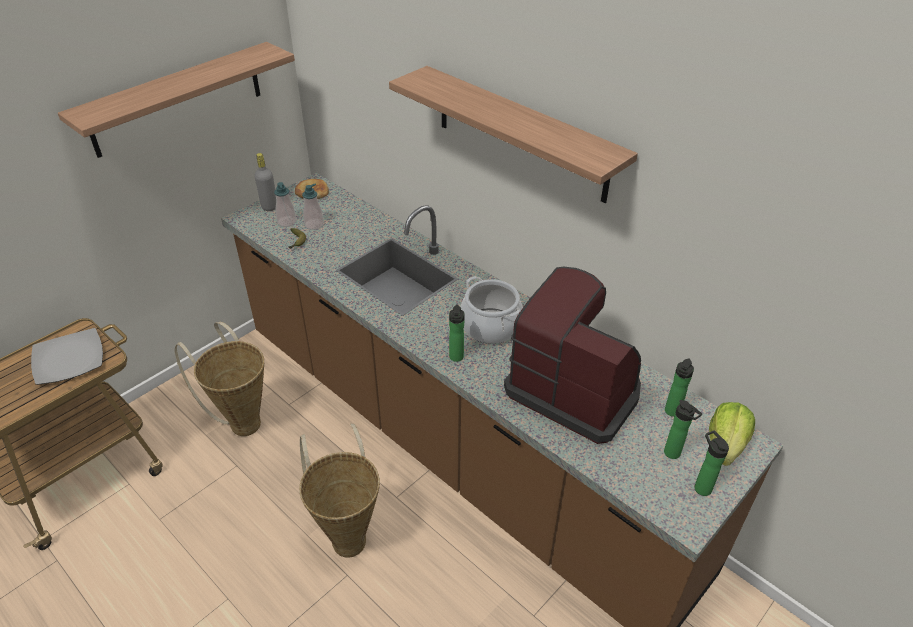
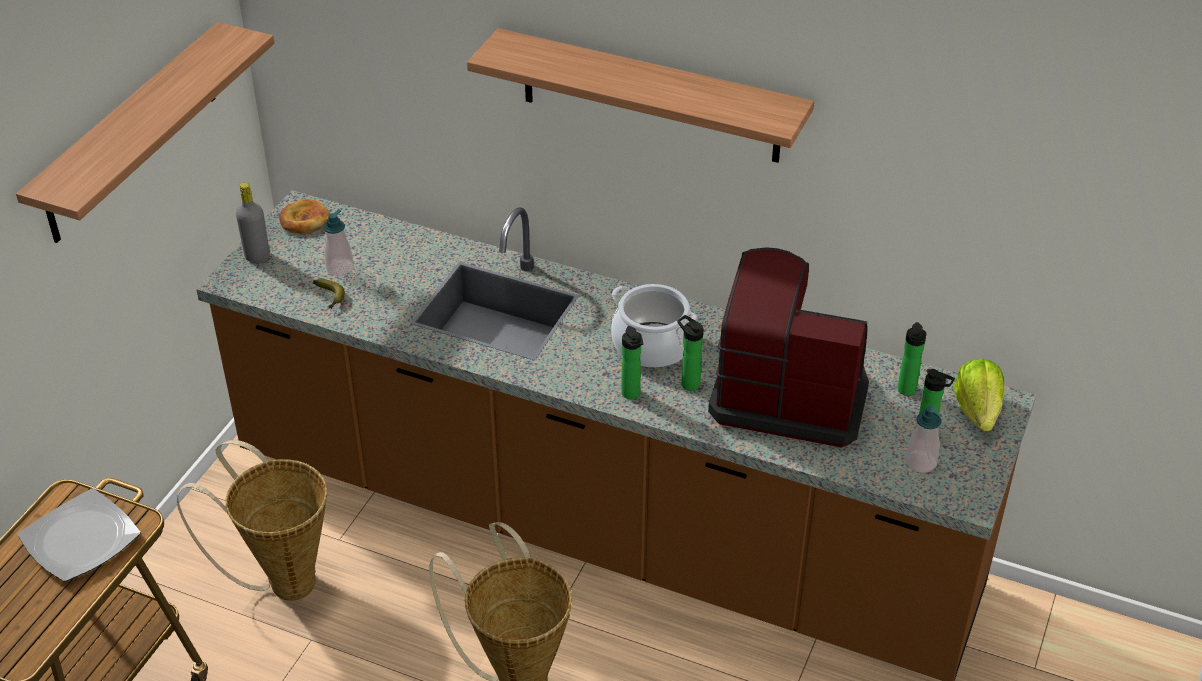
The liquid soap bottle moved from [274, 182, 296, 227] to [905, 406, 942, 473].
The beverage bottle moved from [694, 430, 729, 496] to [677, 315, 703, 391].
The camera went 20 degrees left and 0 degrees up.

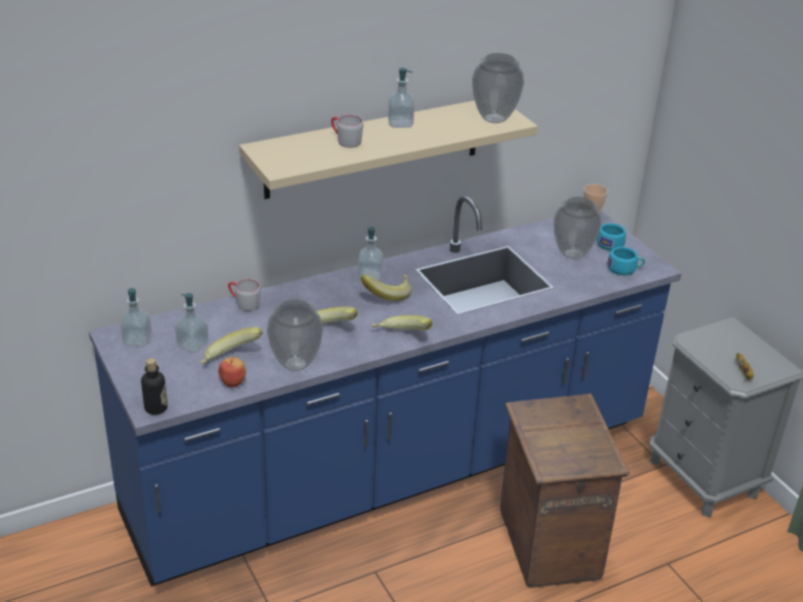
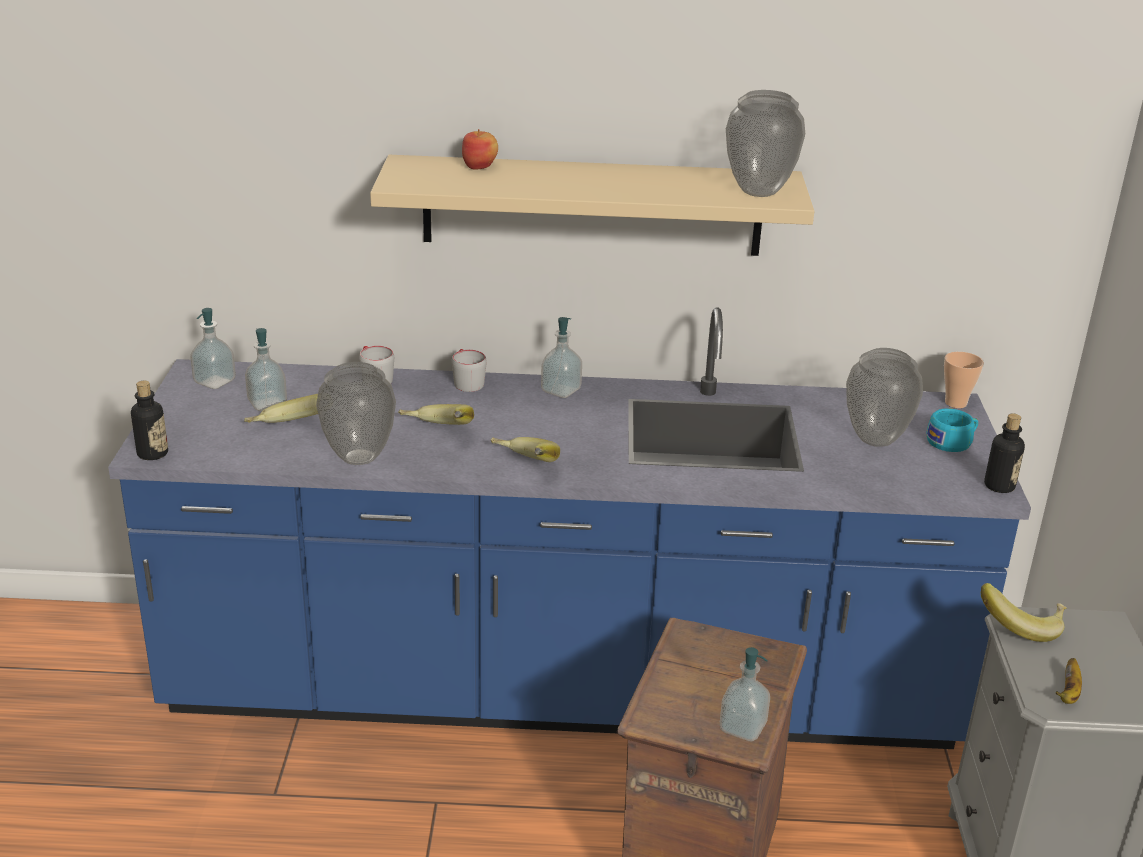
The liquid soap bottle moved from [388, 68, 414, 128] to [720, 647, 770, 742].
The coffee mug/greyish moved from [331, 115, 363, 148] to [452, 349, 487, 392].
The drinking cup/turquoise at [608, 247, 645, 275] disappeared.
The banana fruit moved from [361, 274, 412, 301] to [981, 583, 1067, 642].
The apple fruit moved from [218, 357, 246, 388] to [462, 129, 498, 170].
The beverage bottle at [984, 414, 1025, 493] appeared.
The camera went 30 degrees right and 5 degrees down.

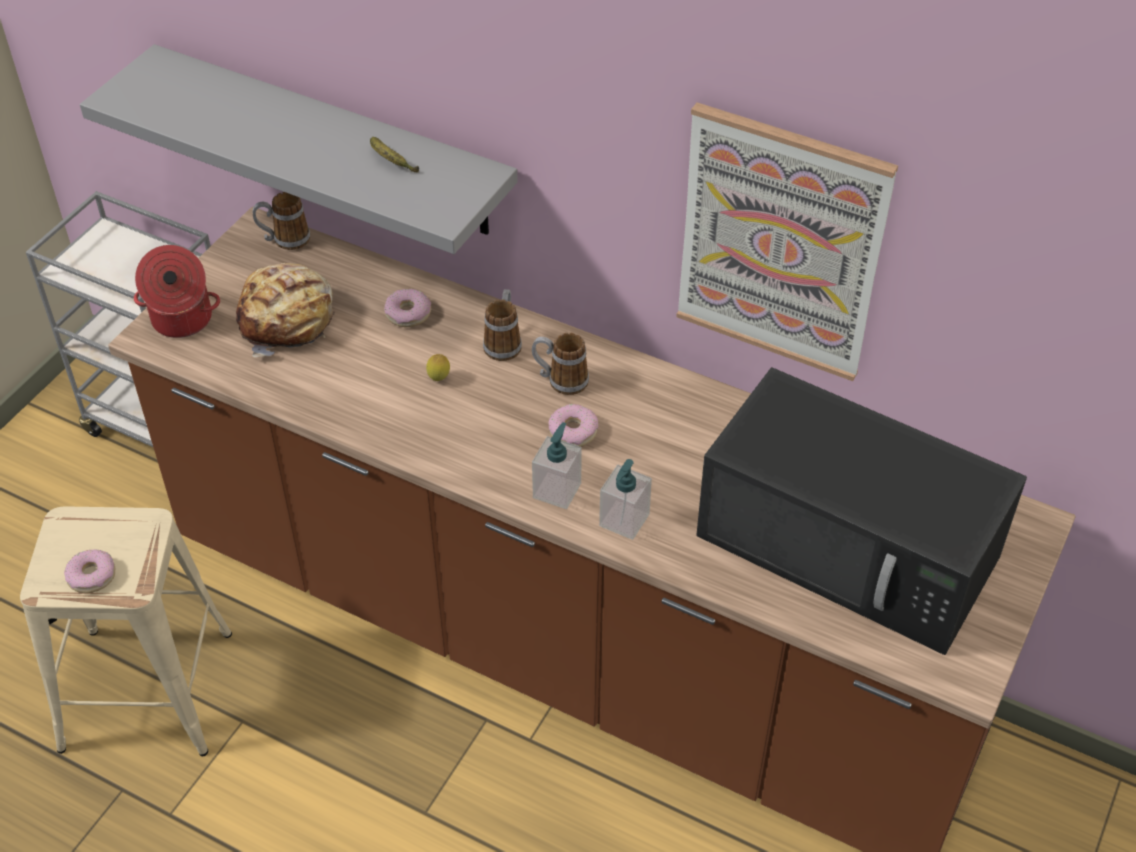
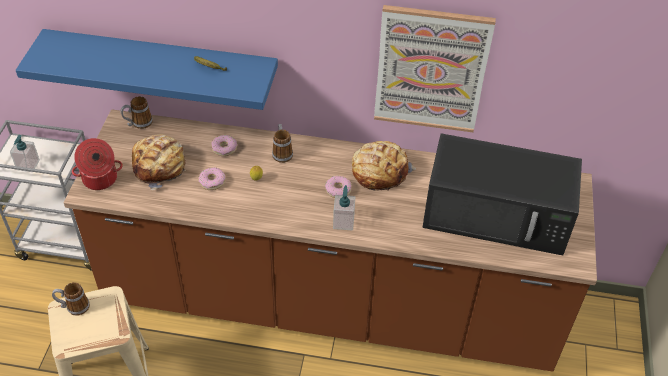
The shelf/greyish at [80, 44, 518, 254] became the shelf/blue at [16, 29, 278, 110].
The coffee mug moved from [532, 333, 589, 395] to [52, 282, 90, 316].
The liquid soap bottle moved from [599, 459, 652, 540] to [10, 135, 40, 172].
The donut moved from [64, 549, 115, 593] to [198, 167, 226, 190].
The bakery bread at [352, 141, 416, 191] appeared.
The camera went 20 degrees left and 0 degrees up.

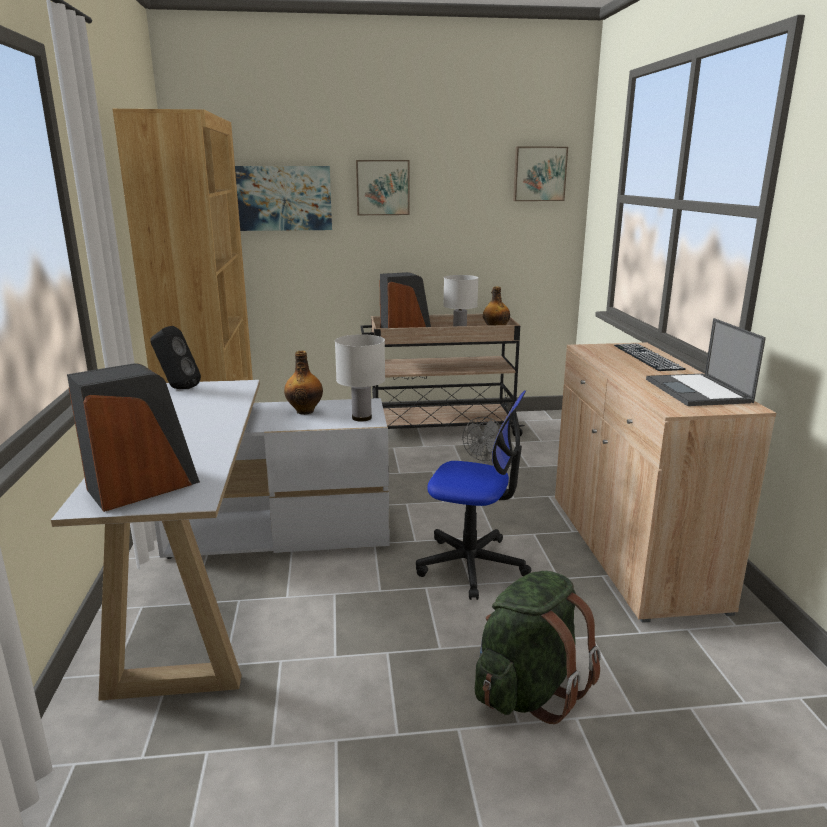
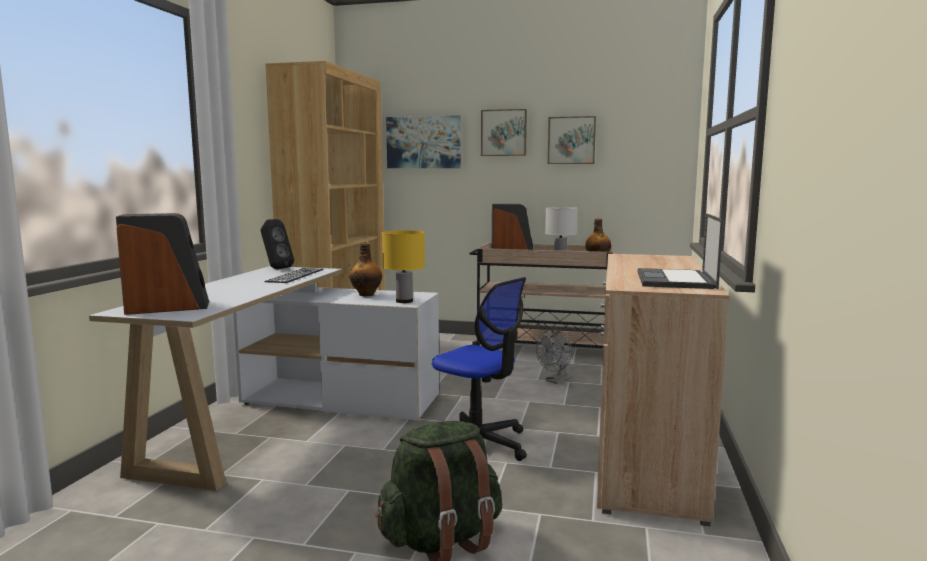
The wall art moved from [513, 146, 568, 201] to [548, 116, 596, 164].
The lamp for a table/whitish at [335, 334, 385, 421] became the lamp for a table/yellow-coloured at [382, 230, 425, 303].
The computer keyboard moved from [614, 343, 686, 371] to [264, 268, 324, 283].
The camera went 20 degrees right and 10 degrees down.

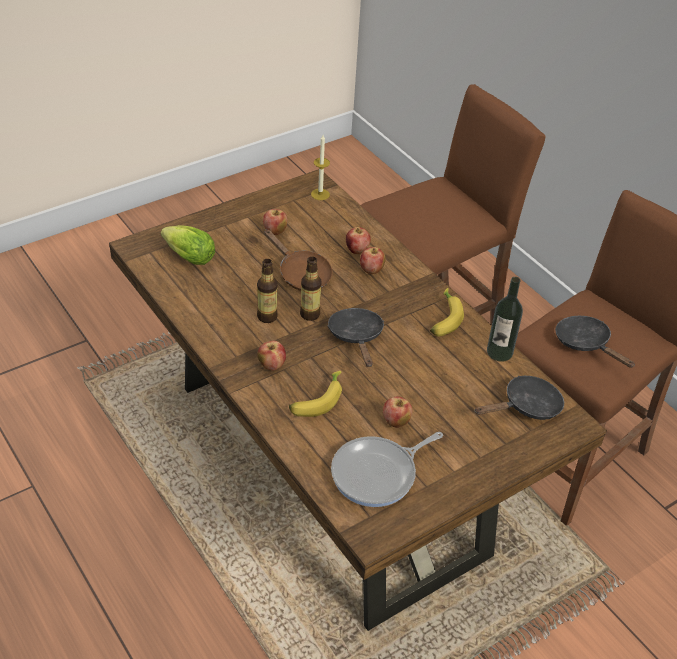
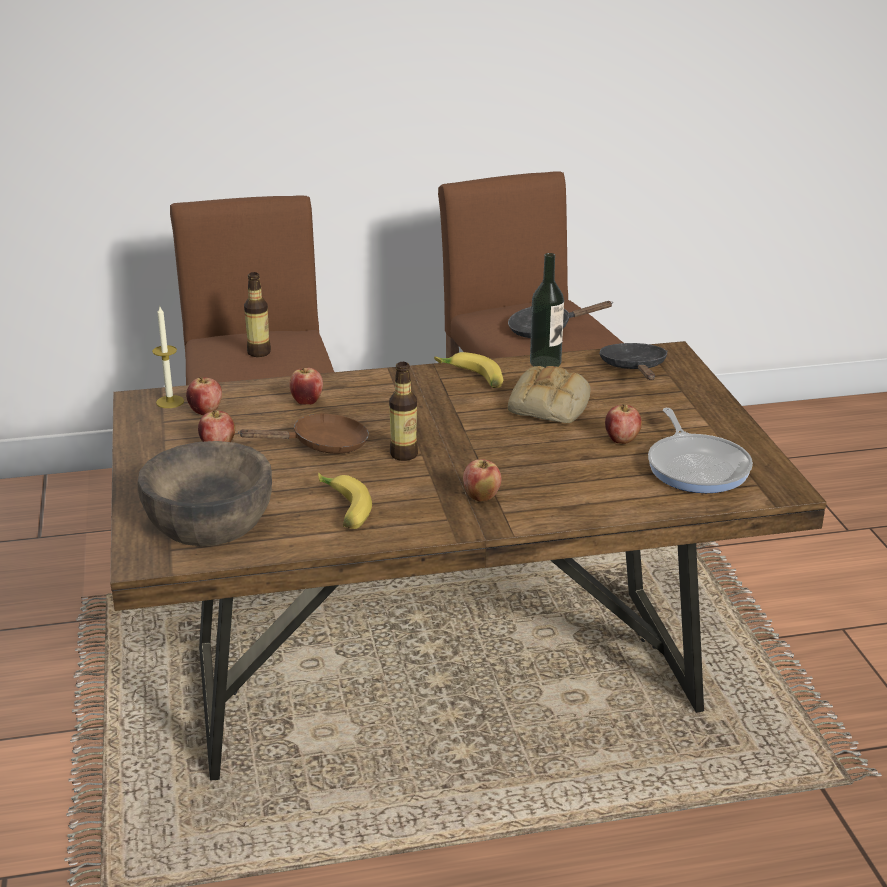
The lettuce at [161, 225, 215, 265] was replaced by the serving bowl/brownish at [138, 441, 272, 546].
The apple fruit moved from [360, 247, 386, 274] to [186, 377, 222, 415].
The beverage bottle moved from [257, 259, 278, 323] to [244, 272, 271, 357].
The skillet/black at [328, 308, 384, 367] disappeared.
The banana fruit moved from [289, 371, 342, 417] to [318, 473, 372, 529].
The bakery bread at [508, 366, 591, 423] appeared.
The camera went 65 degrees left and 15 degrees down.

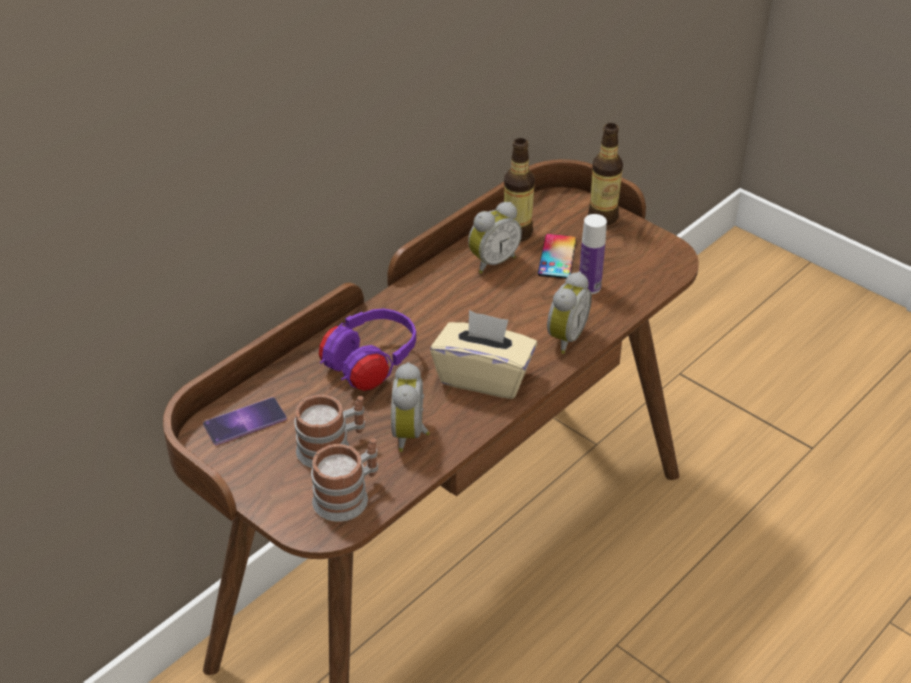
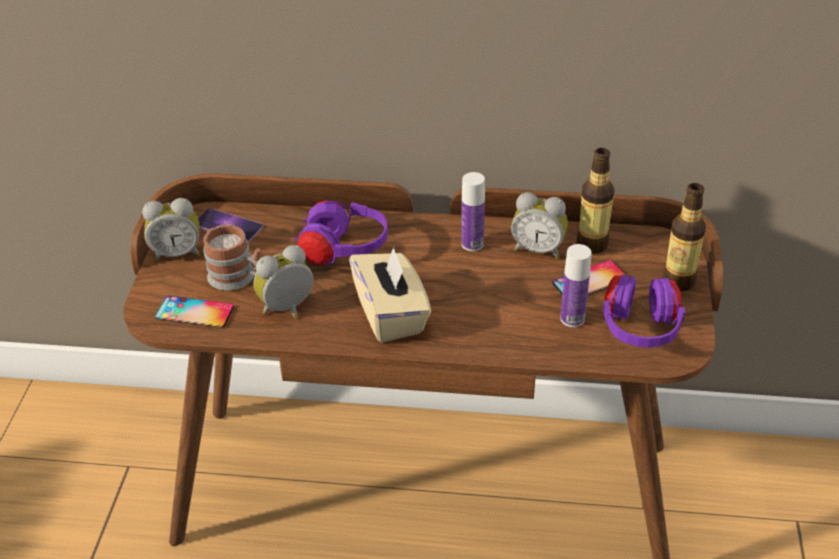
The alarm clock moved from [547, 272, 592, 354] to [142, 198, 201, 261].
The coffee mug at [311, 438, 378, 522] was replaced by the phone at [155, 296, 234, 328].
The beverage bottle at [461, 172, 485, 251] appeared.
The headphones/purple-coloured at [603, 274, 685, 348] appeared.
The camera went 55 degrees right and 0 degrees up.

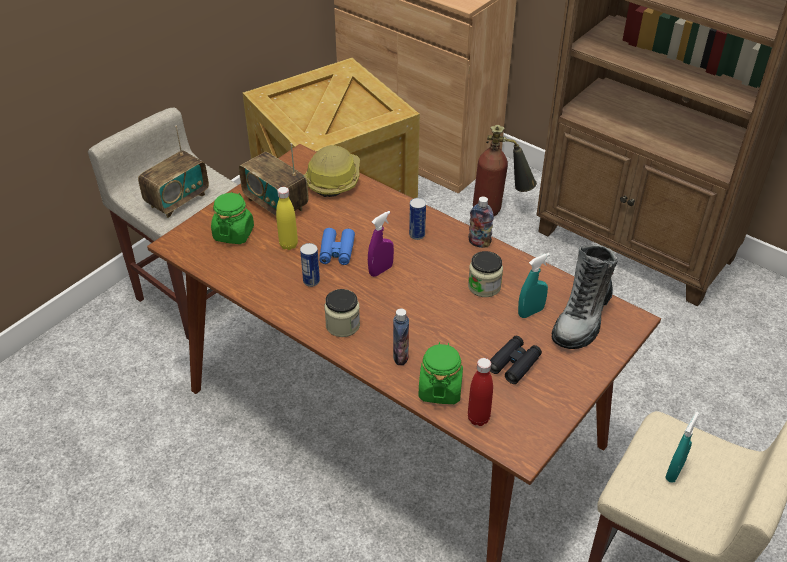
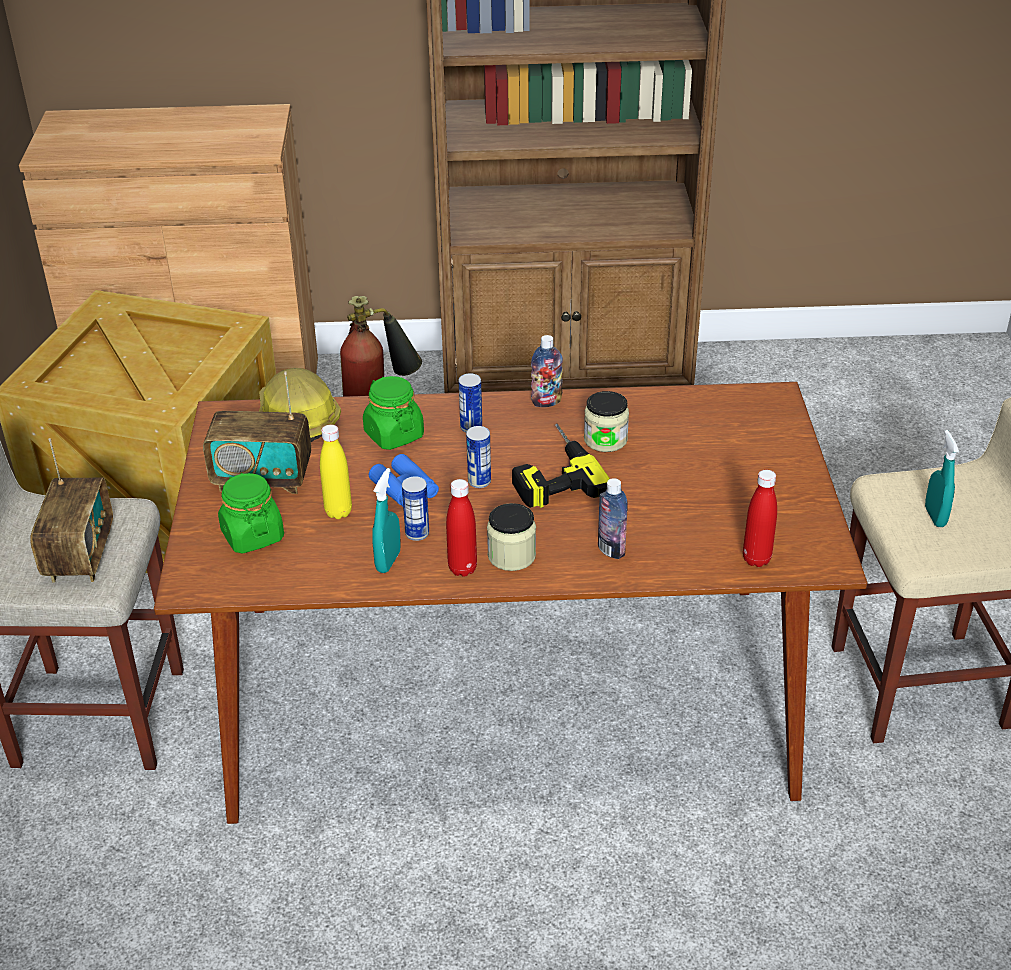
The spray bottle/purple-coloured at [368, 211, 394, 277] was replaced by the can at [466, 426, 491, 488].
The tall boot at [551, 244, 617, 349] disappeared.
The spray bottle/turquoise moved from [518, 253, 550, 318] to [372, 468, 401, 573].
The pair of binoculars/black at [490, 336, 542, 384] disappeared.
The storage jar/greenish moved from [419, 342, 463, 404] to [363, 376, 424, 450].
The electric drill at [512, 423, 610, 508] appeared.
The beverage bottle/red-coloured at [446, 479, 477, 577] appeared.
The camera went 40 degrees left and 5 degrees down.

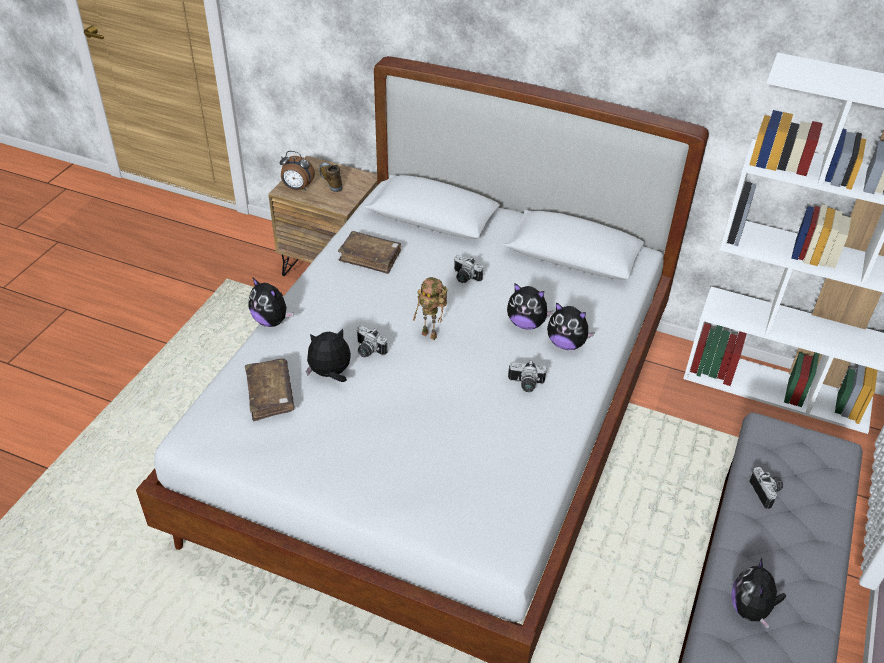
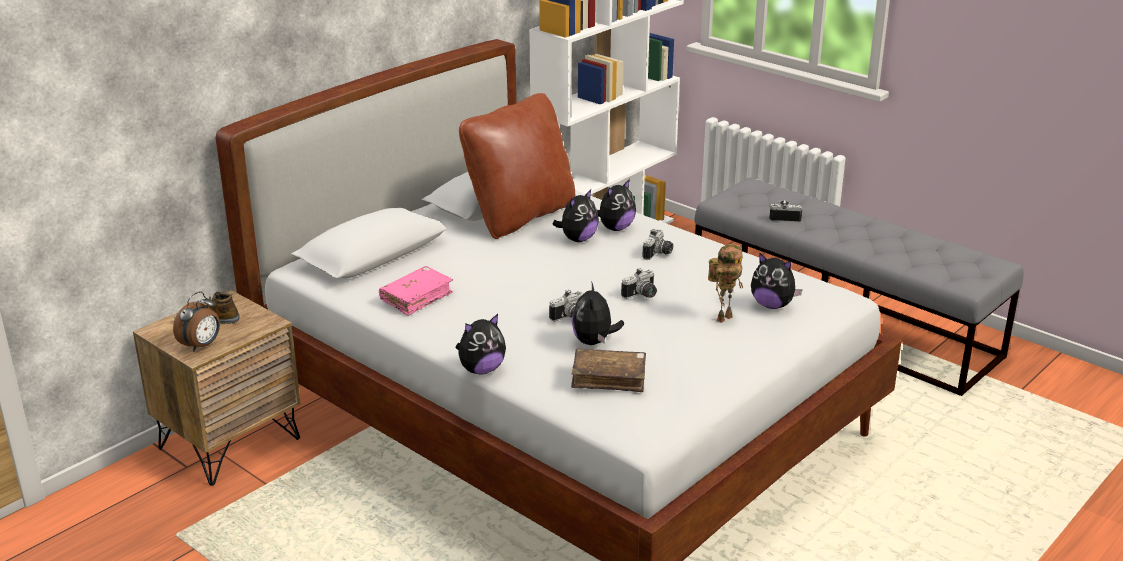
The bound book/brownish at [338, 231, 401, 274] became the bound book/pink at [379, 266, 453, 316].
The photo camera moved from [454, 255, 483, 283] to [621, 268, 657, 299].
The robot figure moved from [413, 277, 447, 340] to [708, 244, 743, 323].
The cuddly toy moved from [731, 558, 787, 628] to [751, 252, 803, 309].
The throw pillow/brownish at [459, 93, 575, 239] appeared.
The camera went 70 degrees left and 15 degrees down.

